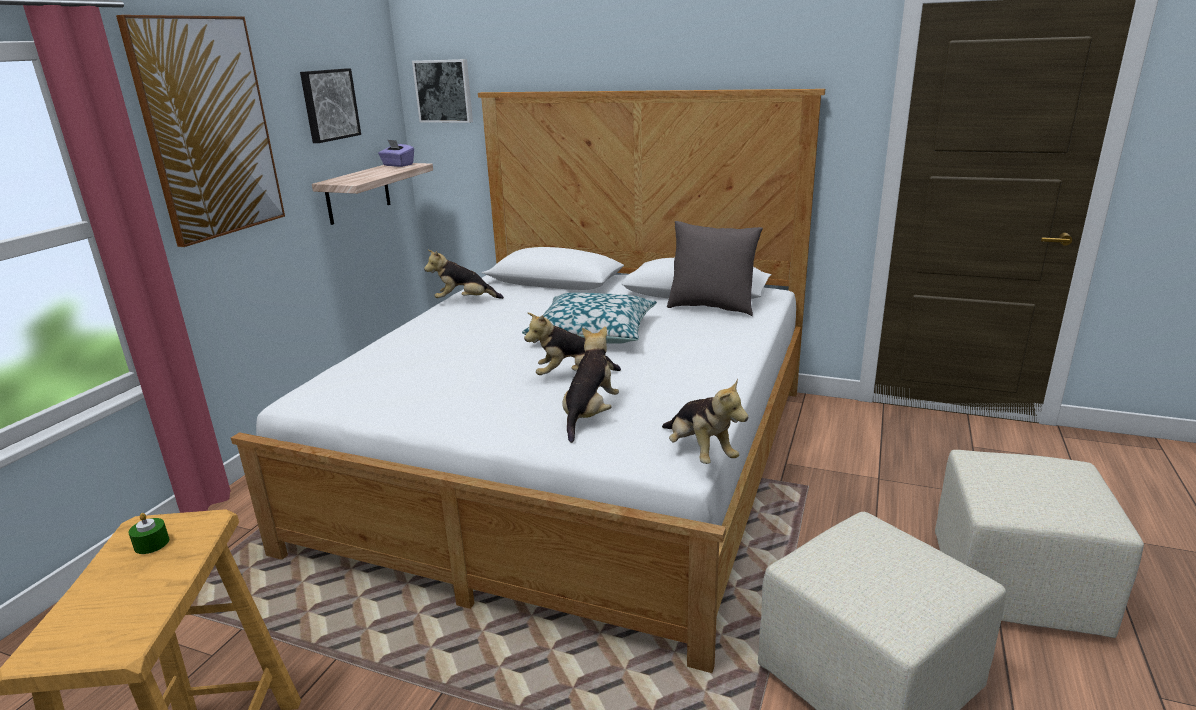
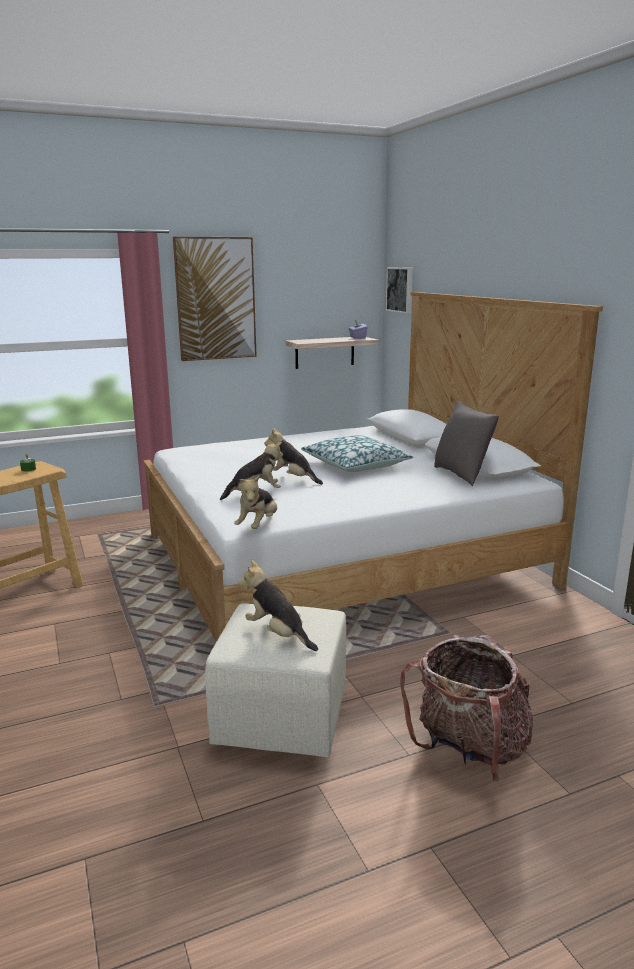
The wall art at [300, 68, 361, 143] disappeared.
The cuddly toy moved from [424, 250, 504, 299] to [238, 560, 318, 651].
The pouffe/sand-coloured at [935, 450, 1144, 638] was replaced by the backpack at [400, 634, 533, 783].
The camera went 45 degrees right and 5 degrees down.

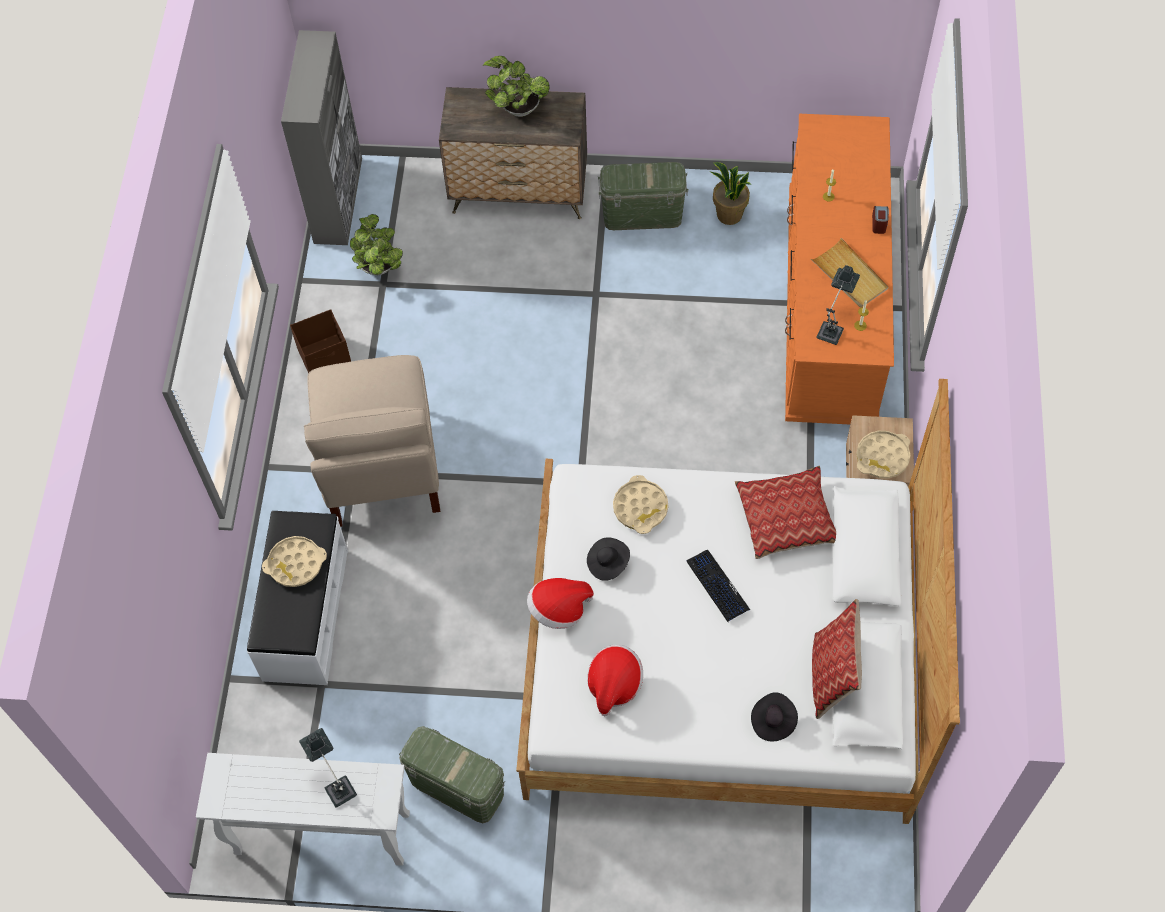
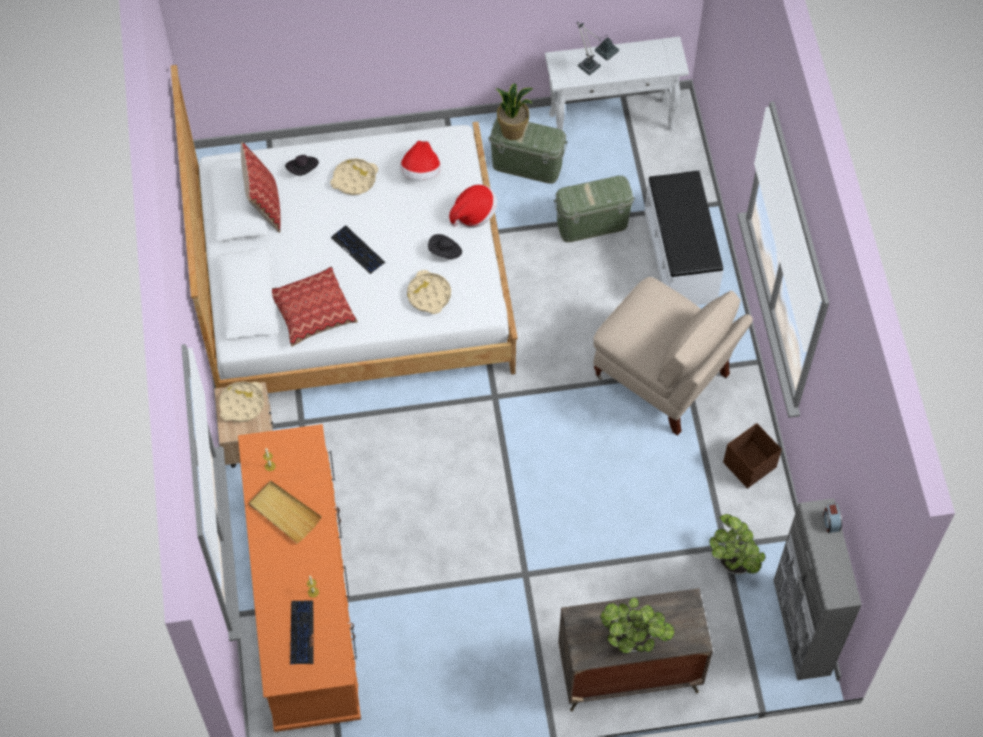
The storage container/greenish moved from [598, 162, 689, 230] to [554, 176, 635, 242].
The plant in a pot moved from [710, 162, 751, 225] to [496, 84, 533, 140].
The alarm clock moved from [872, 206, 889, 234] to [823, 503, 842, 533].
The lamp for a table at [817, 265, 860, 345] disappeared.
The upright chair/sand-coloured at [304, 355, 440, 527] turned 150 degrees clockwise.
The tray/sand-coloured moved from [262, 536, 327, 587] to [330, 158, 378, 195].
The computer keyboard at [290, 600, 313, 665] appeared.
The camera went 165 degrees right and 0 degrees up.

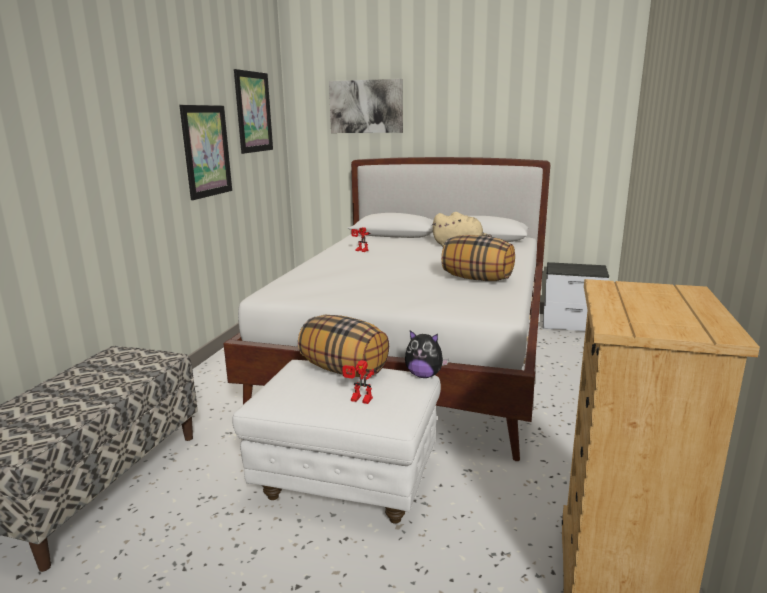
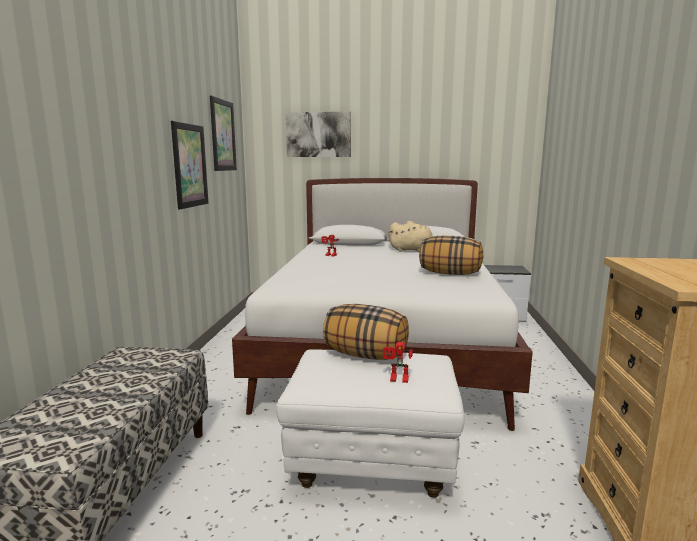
The cuddly toy at [405, 330, 449, 378] disappeared.
The camera went 10 degrees left and 5 degrees down.

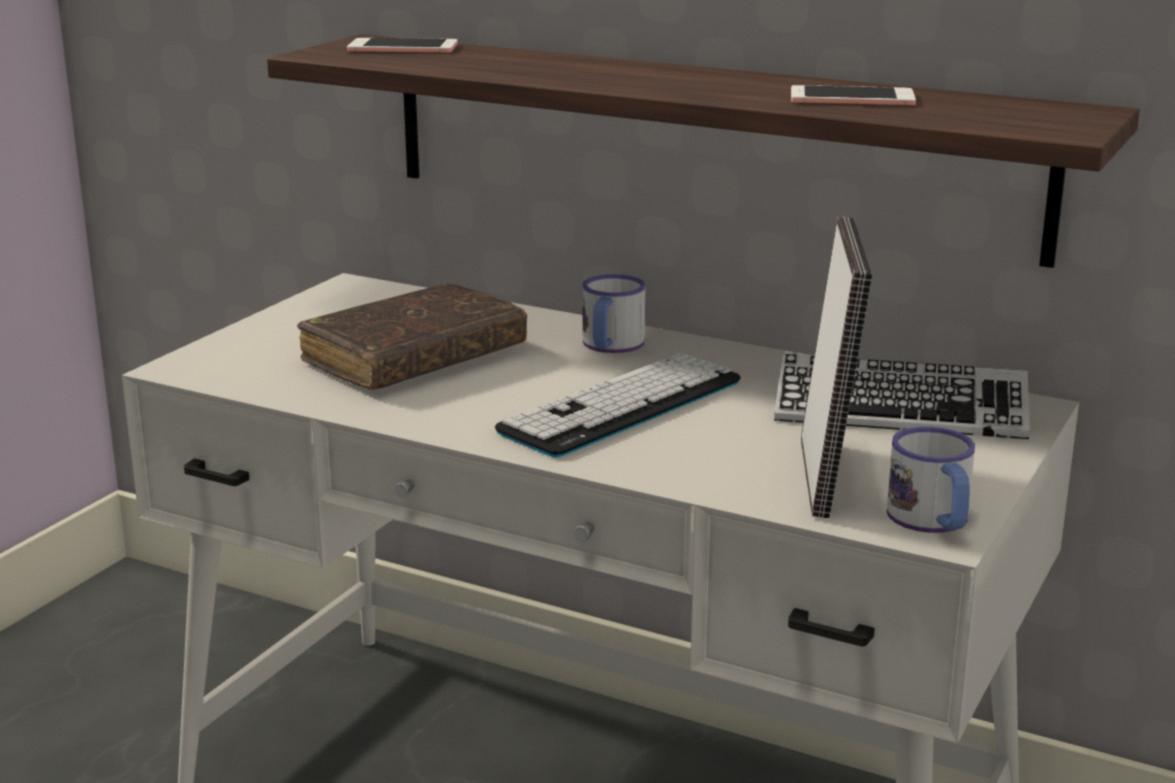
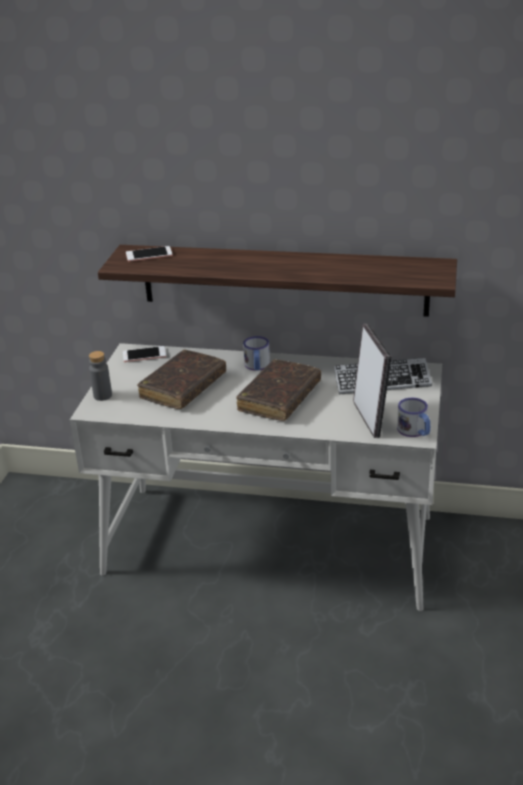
The phone moved from [791, 85, 916, 105] to [123, 346, 166, 362].
The computer keyboard at [495, 353, 741, 458] was replaced by the bound book/brownish at [236, 359, 321, 421].
The beverage bottle/greyish at [89, 351, 112, 401] appeared.
The camera went 15 degrees left and 10 degrees up.

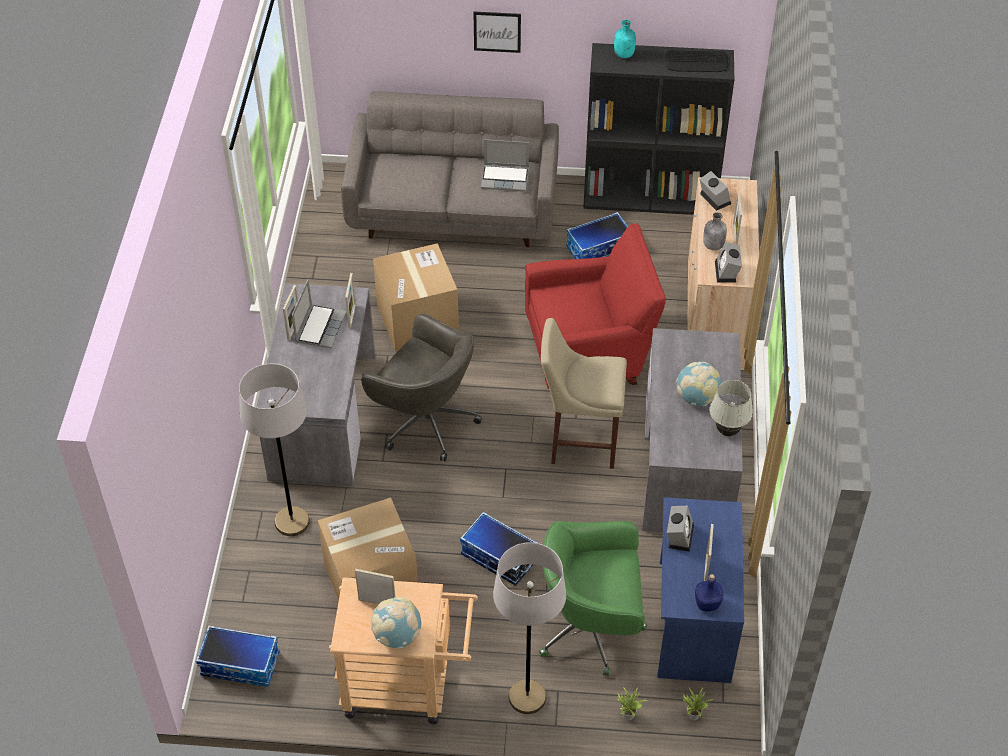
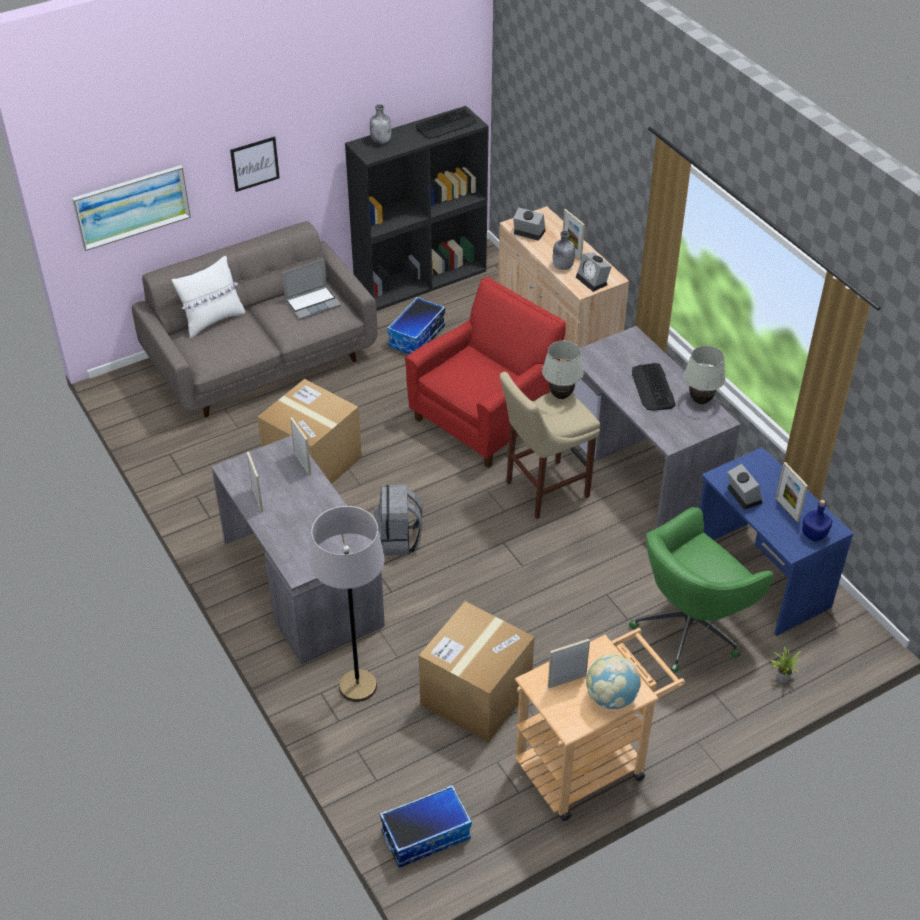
The beverage bottle/turquoise at [614, 20, 636, 58] became the beverage bottle/greyish at [370, 104, 391, 144].
The laptop at [292, 279, 347, 349] disappeared.
The computer chair/greyish at [361, 313, 482, 462] was replaced by the backpack/greyish at [375, 485, 423, 556].
The desk globe at [676, 362, 721, 406] was replaced by the computer keyboard at [632, 363, 676, 411].
The storage container at [460, 512, 538, 586] disappeared.
The floor lamp/greyish at [493, 542, 566, 714] disappeared.
The plant in a pot at [683, 688, 713, 721] disappeared.
The wall art at [72, 165, 191, 251] appeared.
The throw pillow/whitish at [172, 256, 245, 338] appeared.
The lamp for a table/whitish at [542, 341, 584, 399] appeared.
The camera went 35 degrees left and 5 degrees down.

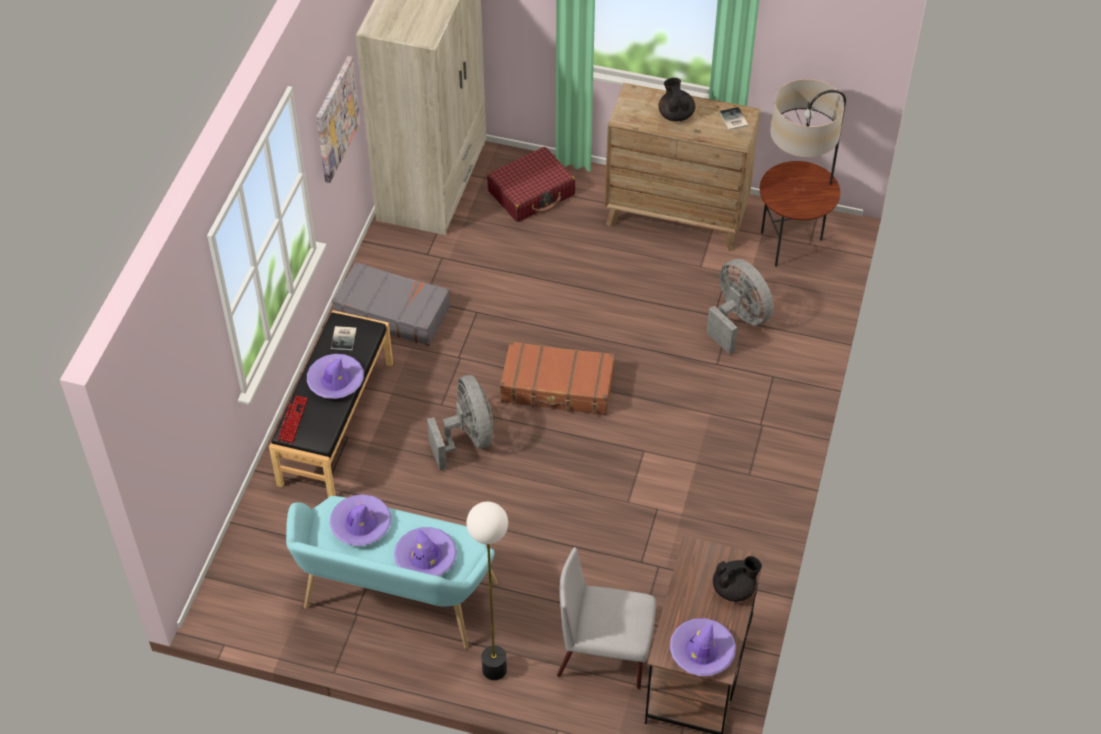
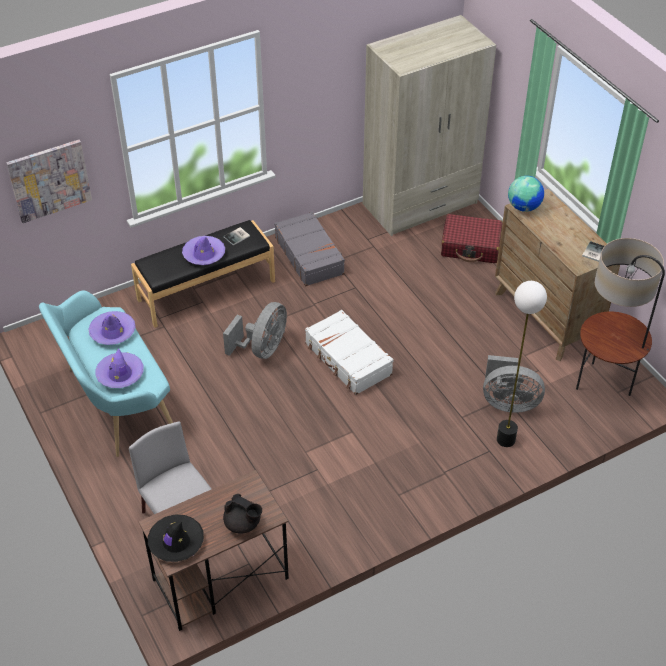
The wall art moved from [316, 56, 360, 183] to [6, 140, 92, 223].
The teapot/black at [658, 78, 695, 122] disappeared.
The cooling fan/greyish at [707, 259, 774, 354] turned 90 degrees clockwise.
The suitcase/brownish at [500, 341, 615, 415] became the suitcase/whitish at [305, 310, 394, 395].
The computer keyboard at [277, 395, 309, 444] disappeared.
The floor lamp moved from [467, 502, 508, 680] to [497, 281, 547, 447].
The wearable hat/purple-coloured at [670, 618, 736, 676] became the wearable hat/black at [148, 515, 204, 562].
The desk globe at [508, 176, 544, 212] appeared.
The camera went 45 degrees right and 5 degrees down.

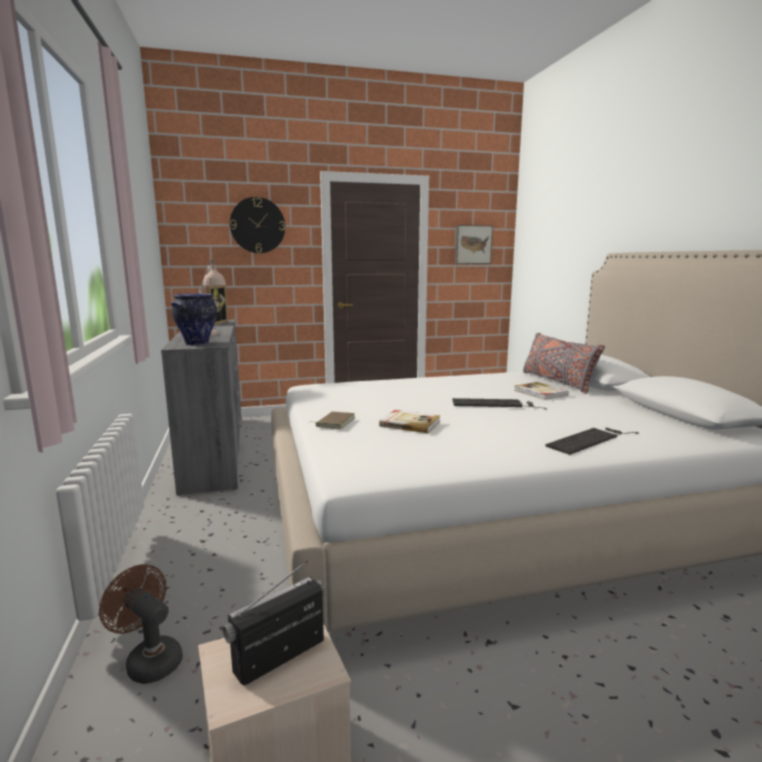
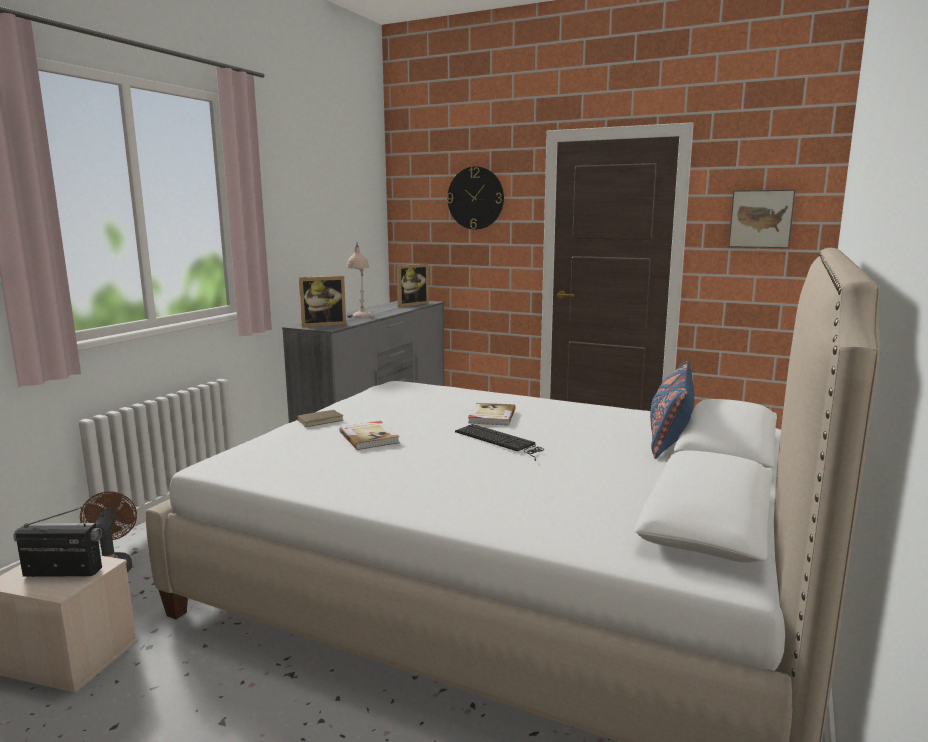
The decorative vase at [171, 293, 217, 345] was replaced by the photo frame at [299, 276, 346, 327].
The throw pillow/greyish at [523, 333, 605, 394] became the throw pillow/blue at [650, 361, 694, 459].
The bound book moved from [514, 382, 569, 400] to [468, 403, 516, 426].
The computer keyboard at [546, 428, 639, 455] disappeared.
The camera went 40 degrees right and 0 degrees up.

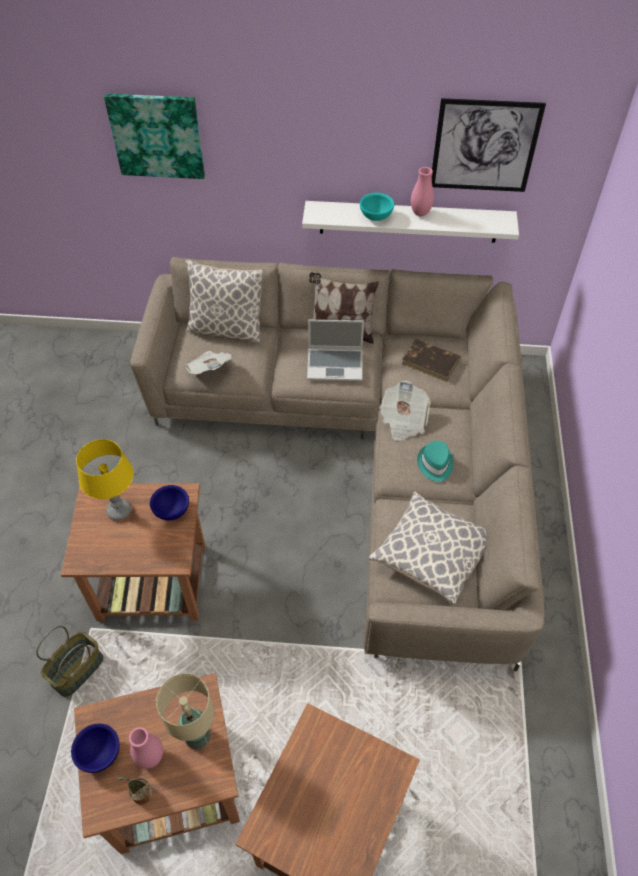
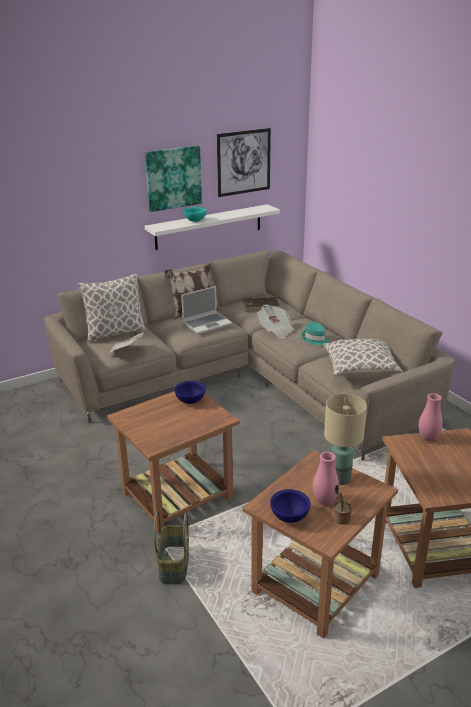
The wall art moved from [104, 94, 205, 179] to [145, 146, 202, 212].
The decorative vase/pink moved from [411, 167, 434, 216] to [418, 393, 443, 441].
The lamp for a table/yellow-coloured at [76, 439, 134, 521] disappeared.
The camera went 35 degrees left and 25 degrees down.

